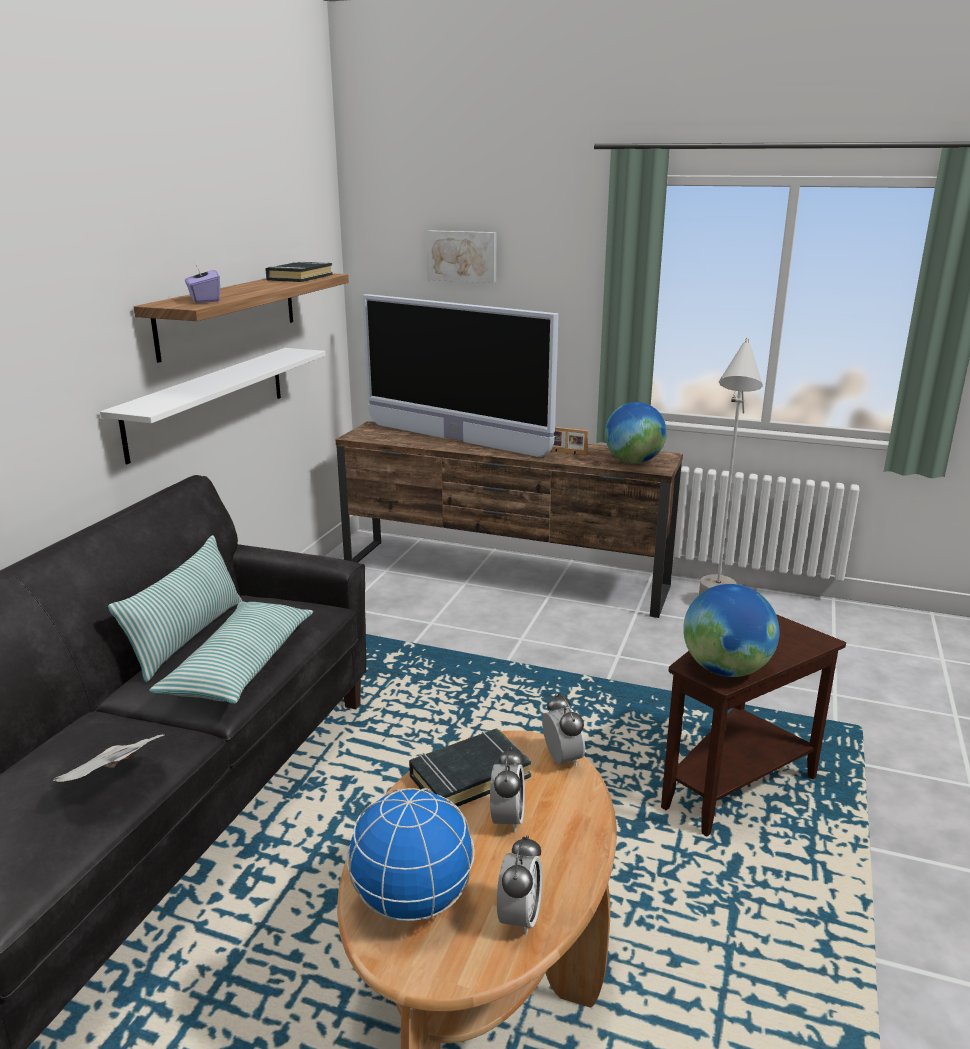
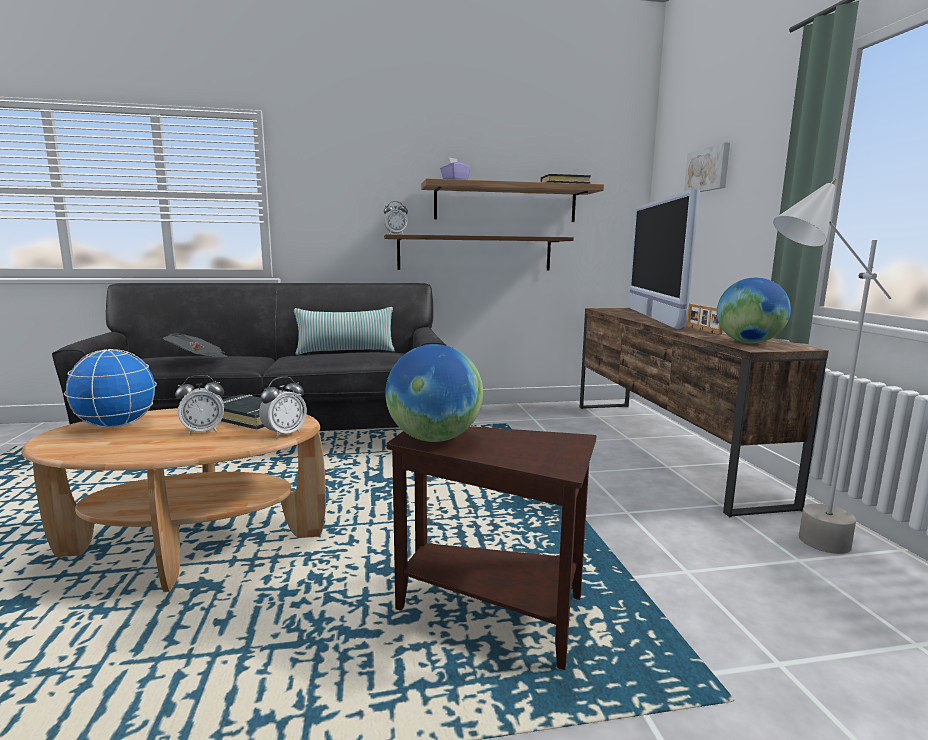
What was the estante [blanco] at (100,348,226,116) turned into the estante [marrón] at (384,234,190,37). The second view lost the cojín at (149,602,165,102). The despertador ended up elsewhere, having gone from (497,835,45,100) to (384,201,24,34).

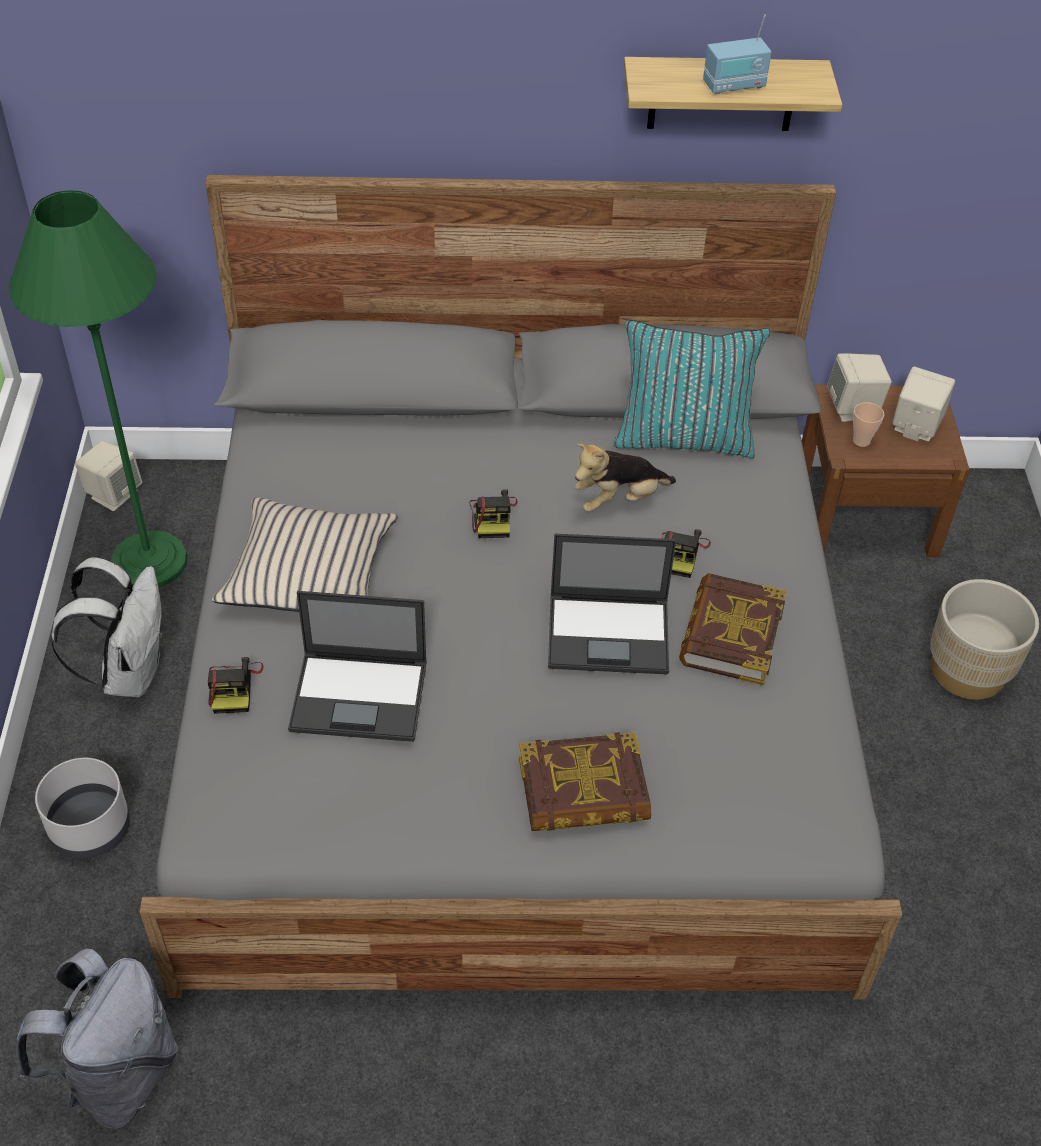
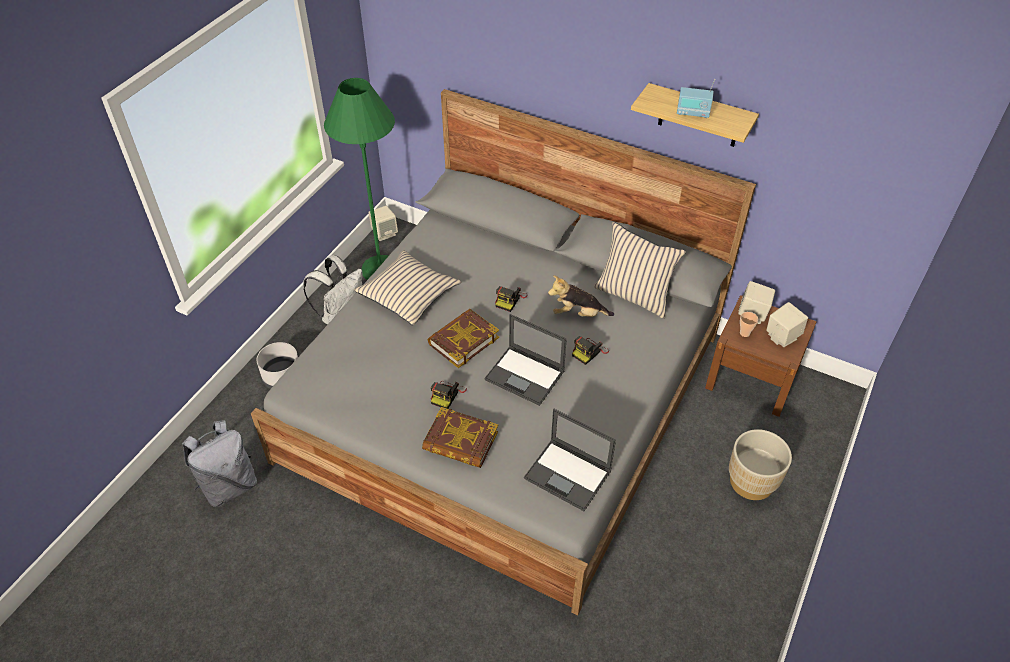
What was the cojín [turquesa] at (613,320,158,139) turned into the cojín [beis] at (594,222,92,97). The libro ended up elsewhere, having gone from (679,573,107,112) to (427,309,72,59). The portátil ended up elsewhere, having gone from (288,591,139,151) to (524,409,92,102). The cámara ended up elsewhere, having gone from (208,657,56,57) to (431,381,36,28).

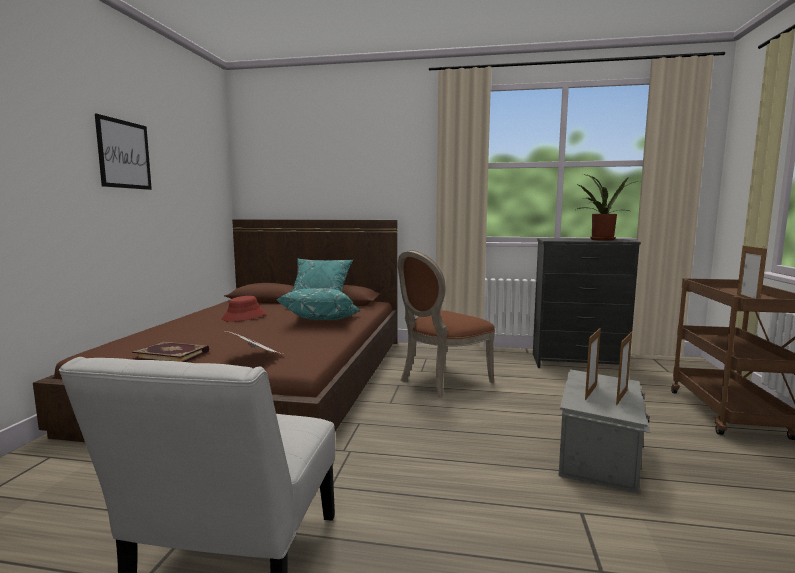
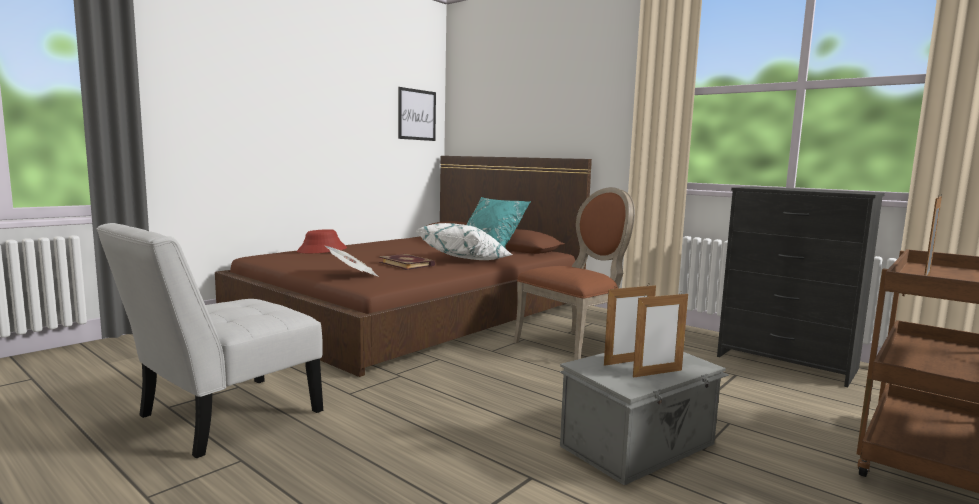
The cuadro ended up elsewhere, having gone from (95,114,57,76) to (398,87,38,54). The second view lost the planta en maceta at (576,174,63,67). The silla [marrón] at (398,250,97,147) ended up facing another way, 150 degrees clockwise from before. What was the cojín [turquesa] at (277,288,84,32) turned into the cojín [blanco] at (416,223,96,37). The sombrero [rojo] ended up elsewhere, having gone from (222,296,44,26) to (297,229,50,24). The libro ended up elsewhere, having gone from (132,342,77,20) to (379,254,56,16).

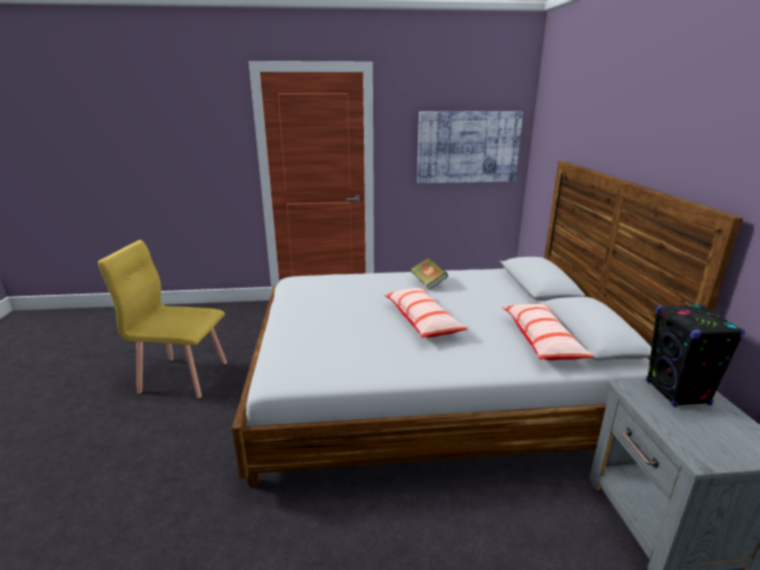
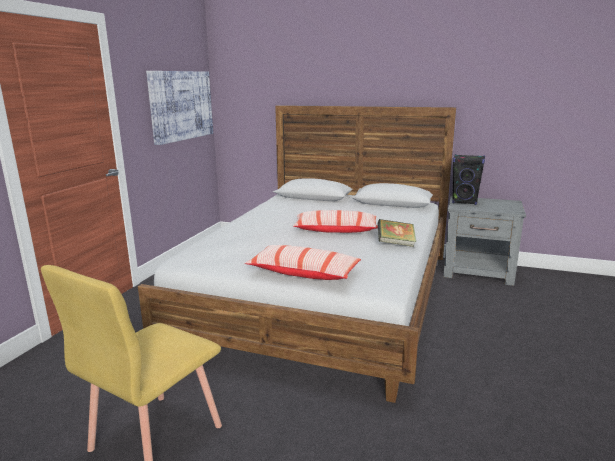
The libro ended up elsewhere, having gone from (410,257,38,33) to (378,219,38,28). The cojín ended up elsewhere, having gone from (503,304,91,56) to (245,245,116,35).

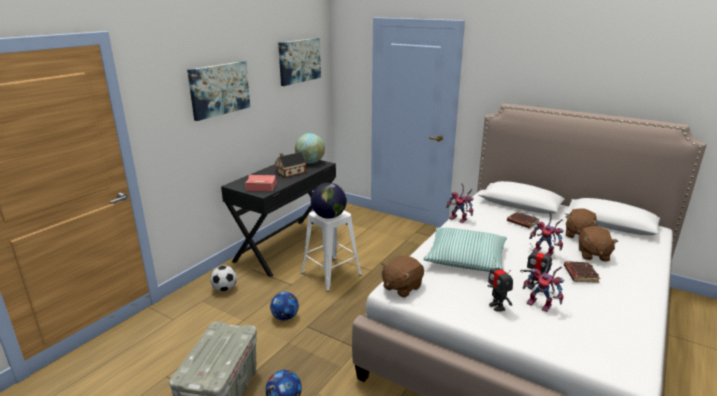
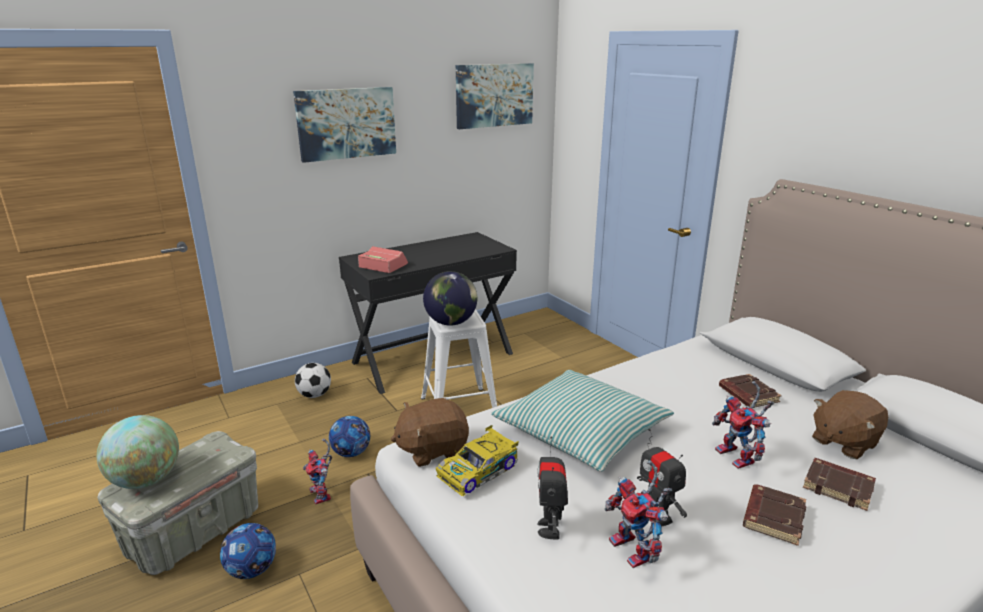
The globo terráqueo ended up elsewhere, having gone from (295,133,30,31) to (97,415,82,74). The second view lost the casita at (275,152,31,25). The robot de juguete ended up elsewhere, having gone from (446,183,28,40) to (303,439,29,66). Where the peluche [marrón] stood at (579,226,39,36), the libro [marrón] came to stand at (803,458,73,53). The second view gained the coche de juguete at (436,425,83,71).

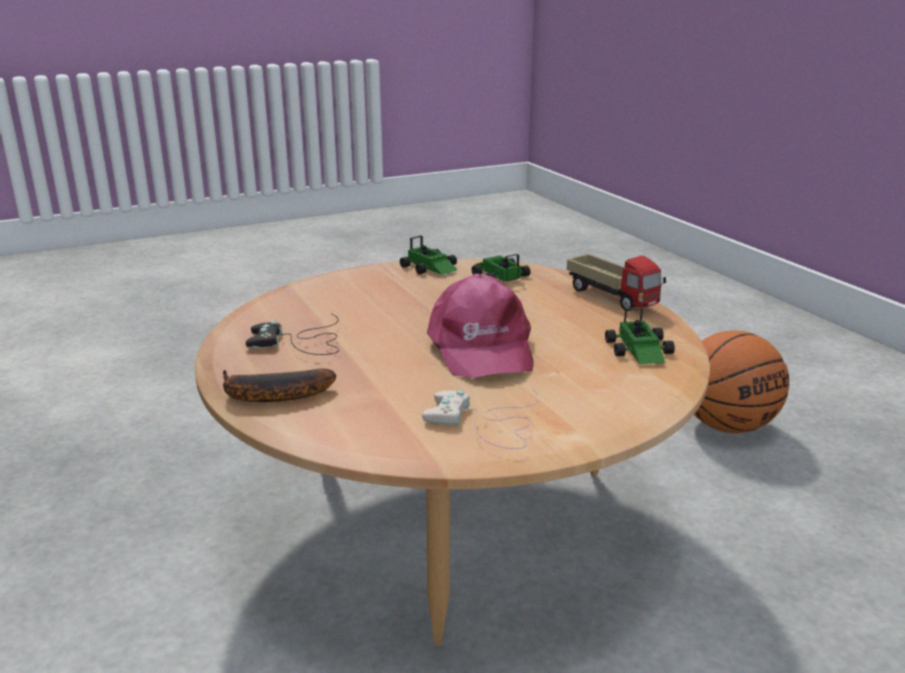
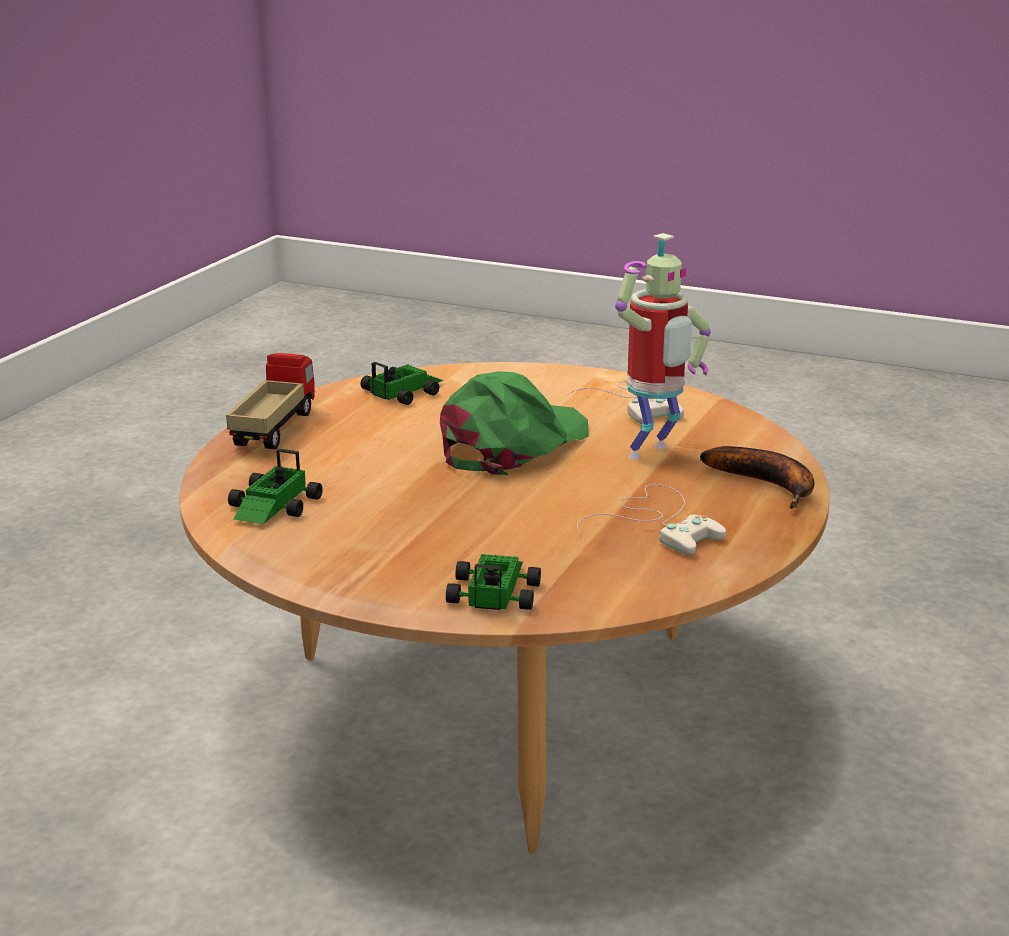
The coche de juguete ended up elsewhere, having gone from (400,235,57,40) to (446,554,95,56). What was the gorra [rosa] at (427,273,107,105) turned into the gorra [verde] at (440,371,149,104). What was the mando de consola [negro] at (246,314,93,41) turned into the mando de consola [blanco] at (577,484,150,71). The second view lost the balón de baloncesto at (694,330,95,103). The second view gained the robot de juguete at (615,233,96,227).

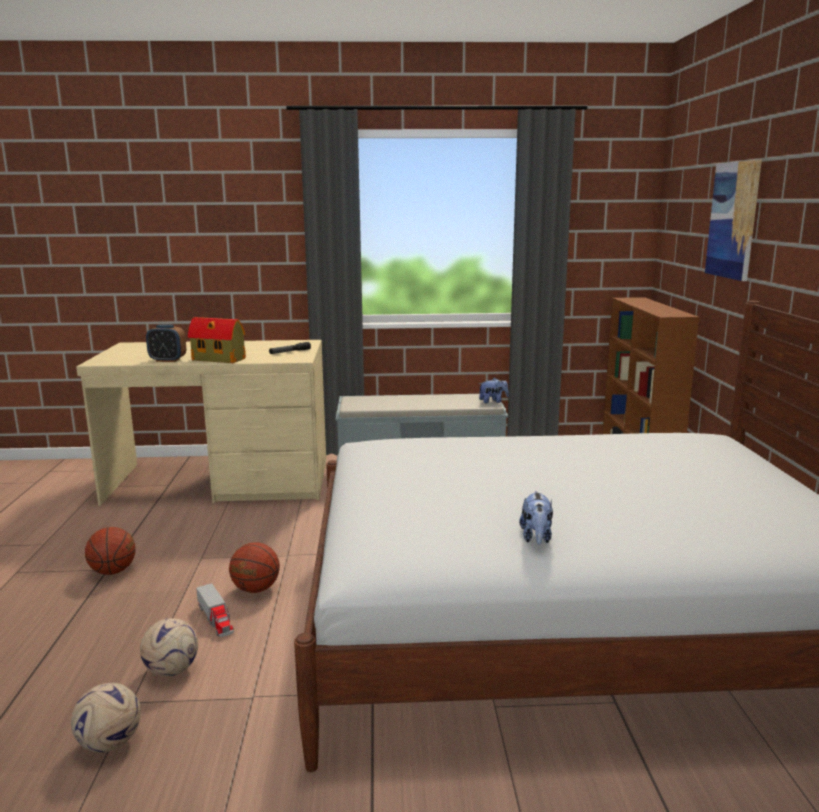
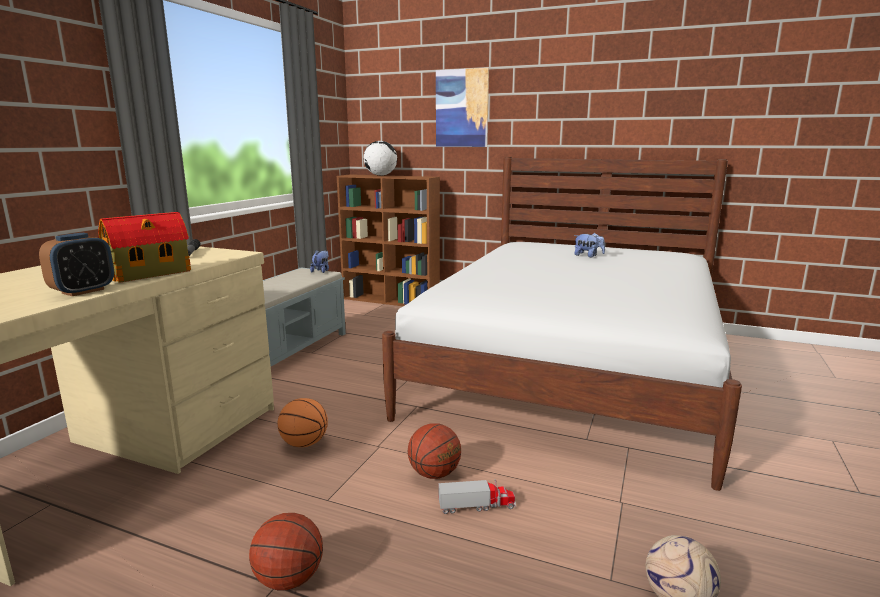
The peluche ended up elsewhere, having gone from (519,491,34,53) to (574,233,31,25). The second view lost the balón de fútbol at (140,618,58,59). The second view gained the globo terráqueo at (363,141,34,35). The second view gained the balón de baloncesto at (278,398,50,49).

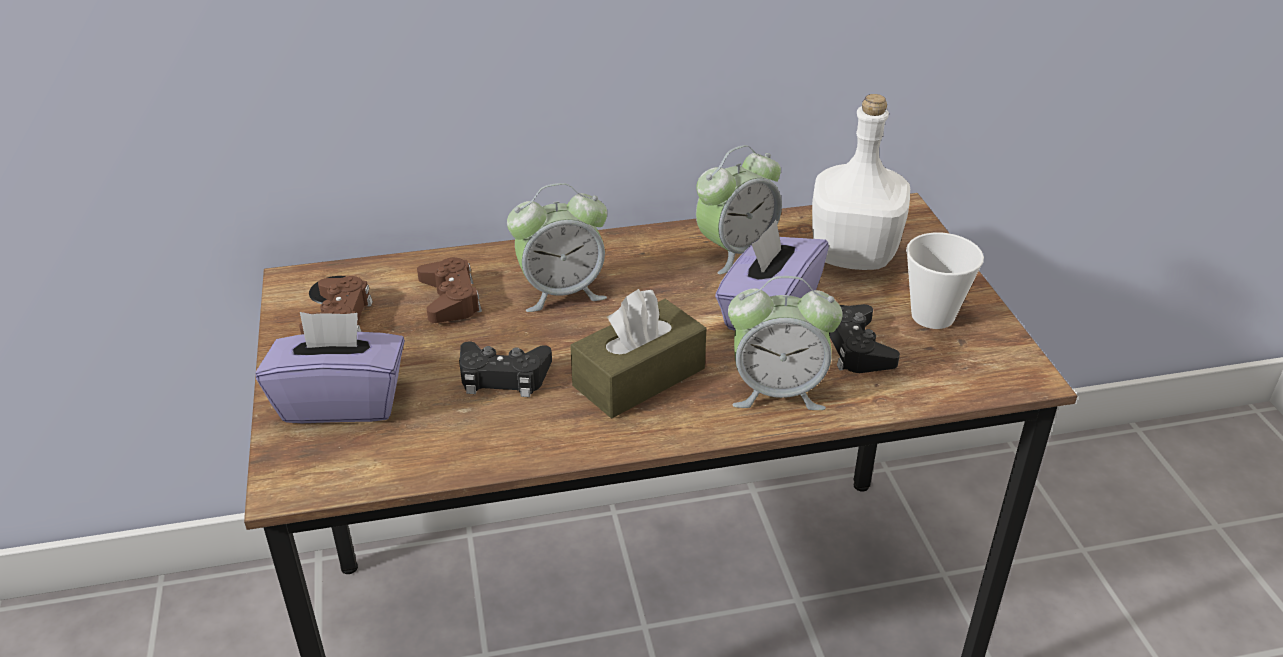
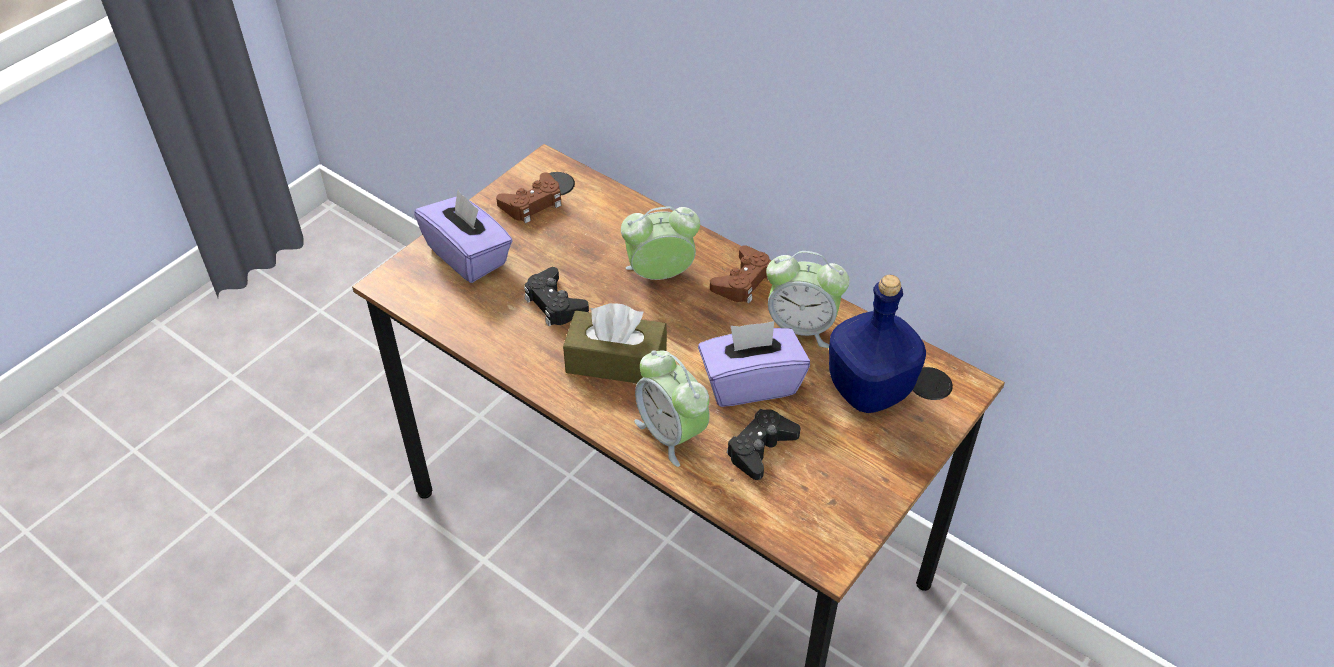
What was the botella [blanco] at (812,94,98,176) turned into the botella [azul] at (829,275,97,138). The despertador at (507,183,100,129) ended up facing another way, 135 degrees clockwise from before. The second view lost the taza at (906,232,78,97). The mando de consola [marrón] ended up elsewhere, having gone from (417,257,65,66) to (710,245,61,58).

